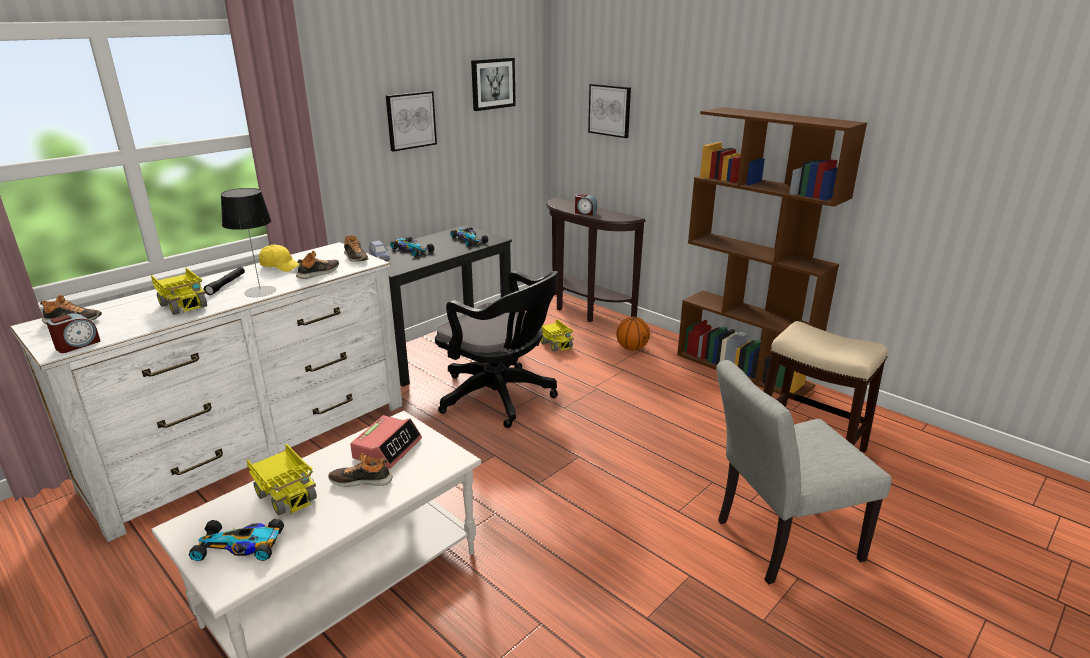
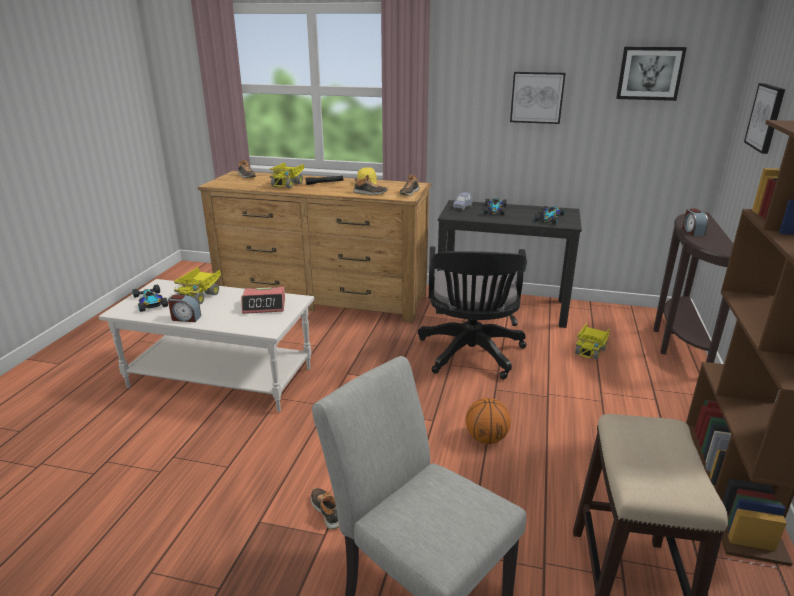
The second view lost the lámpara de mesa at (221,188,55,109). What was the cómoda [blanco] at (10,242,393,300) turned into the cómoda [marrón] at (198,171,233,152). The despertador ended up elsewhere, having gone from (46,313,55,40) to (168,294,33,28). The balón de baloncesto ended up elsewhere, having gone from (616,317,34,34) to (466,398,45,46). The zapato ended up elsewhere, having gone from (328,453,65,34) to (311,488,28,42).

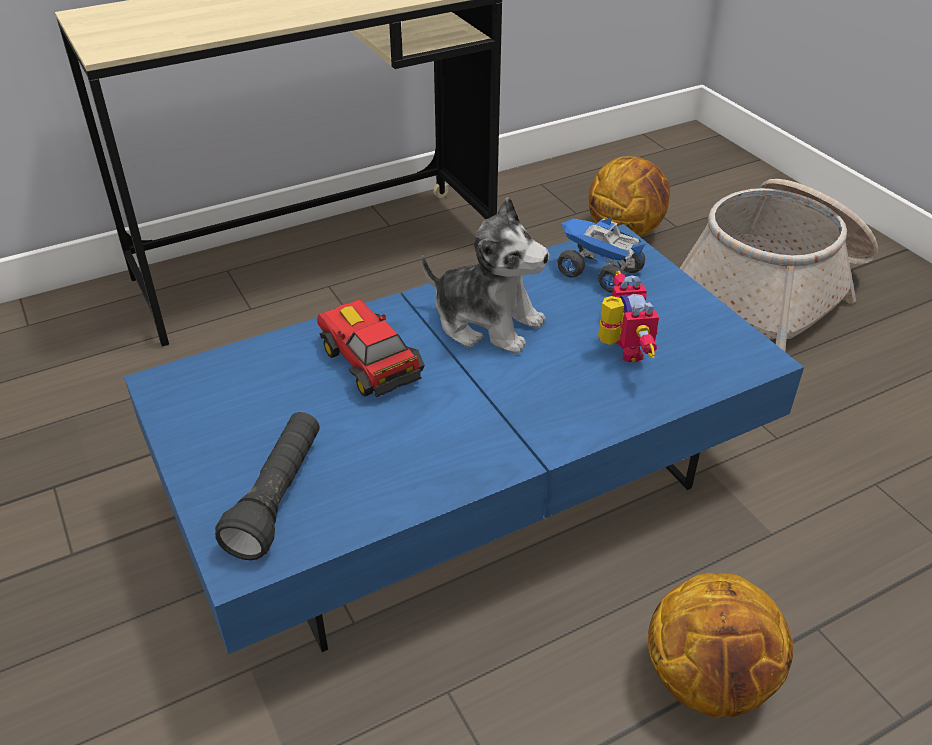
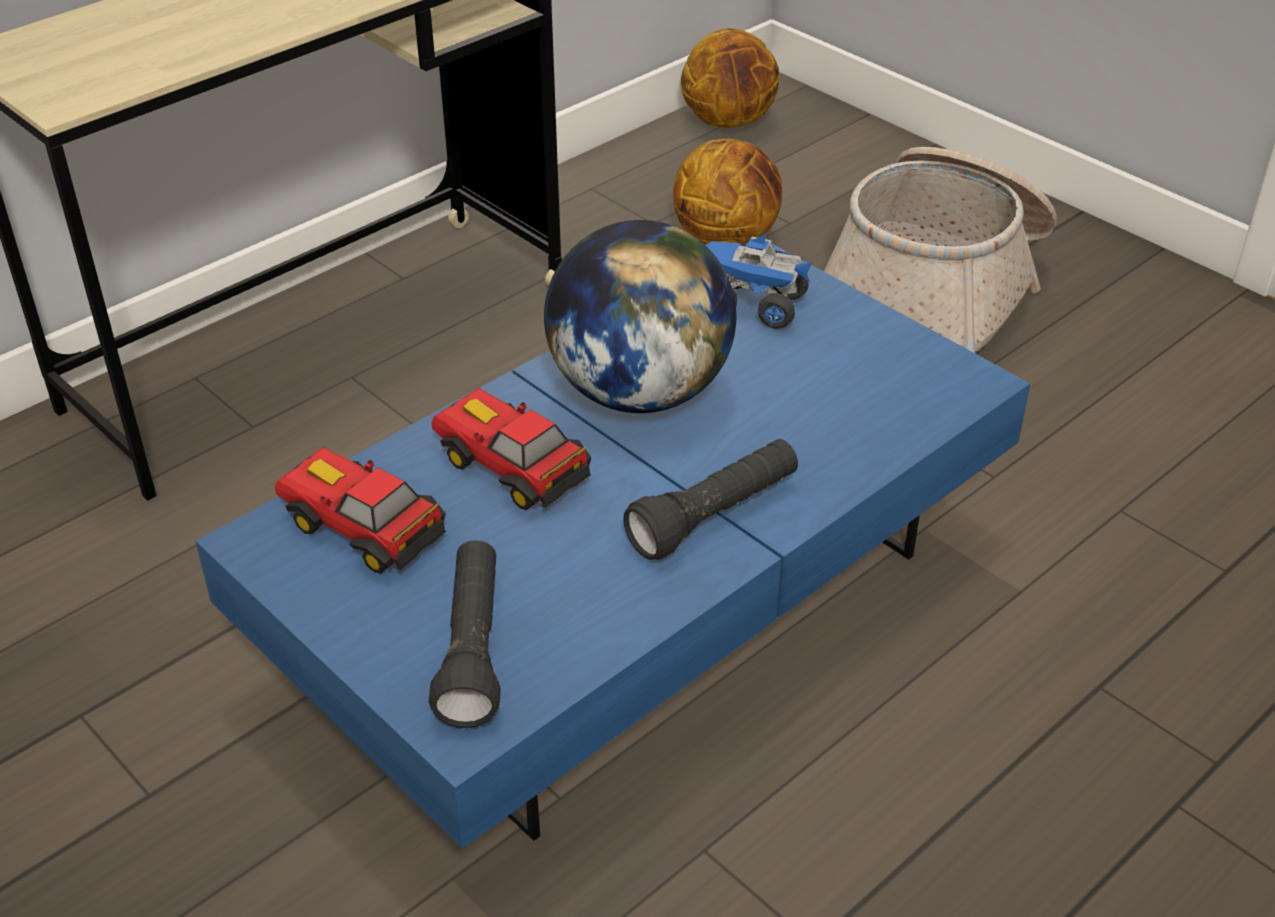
Where the peluche stood at (422,197,128,158), the globo terráqueo came to stand at (544,220,192,193). The second view lost the robot de juguete at (598,271,61,91). The balón de baloncesto ended up elsewhere, having gone from (648,573,145,145) to (681,28,98,100). The second view gained the linterna [negro] at (623,439,175,121). The second view gained the coche de juguete at (275,447,171,127).

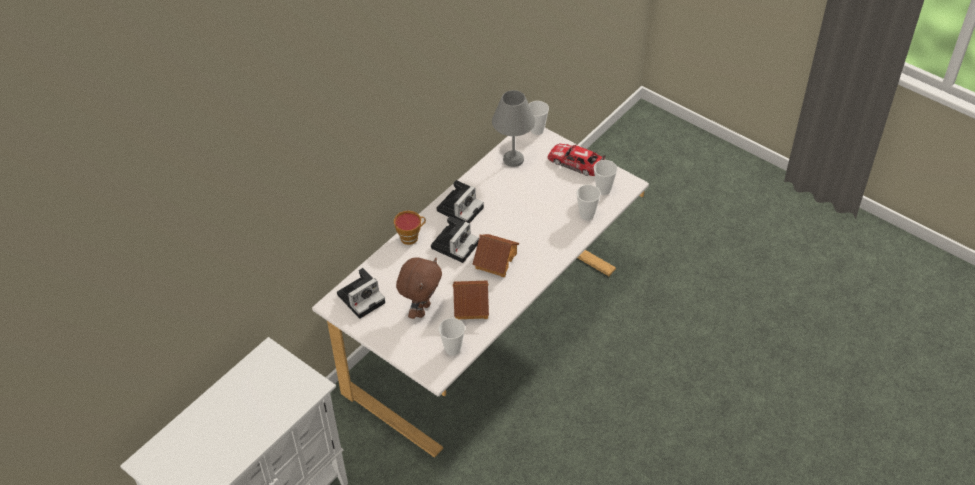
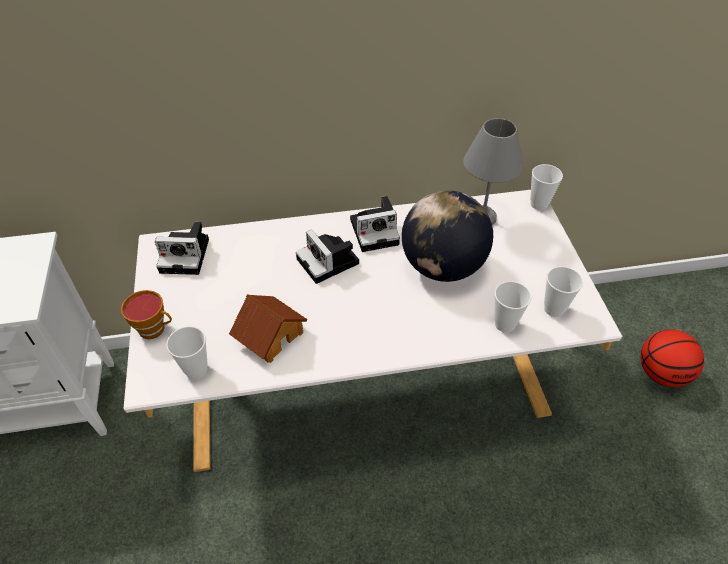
The second view lost the coche de juguete at (548,143,58,33). The taza ended up elsewhere, having gone from (394,211,32,34) to (121,290,51,49). The cámara at (431,216,48,47) ended up facing another way, 75 degrees clockwise from before. The second view lost the casita at (472,234,47,43). The second view lost the peluche [marrón] at (396,258,46,61). The second view gained the globo terráqueo at (402,191,91,91). The second view gained the balón de baloncesto at (640,330,64,57).

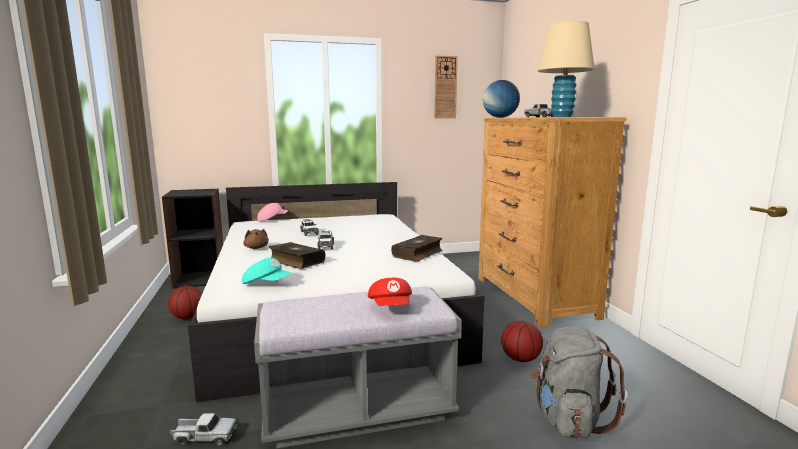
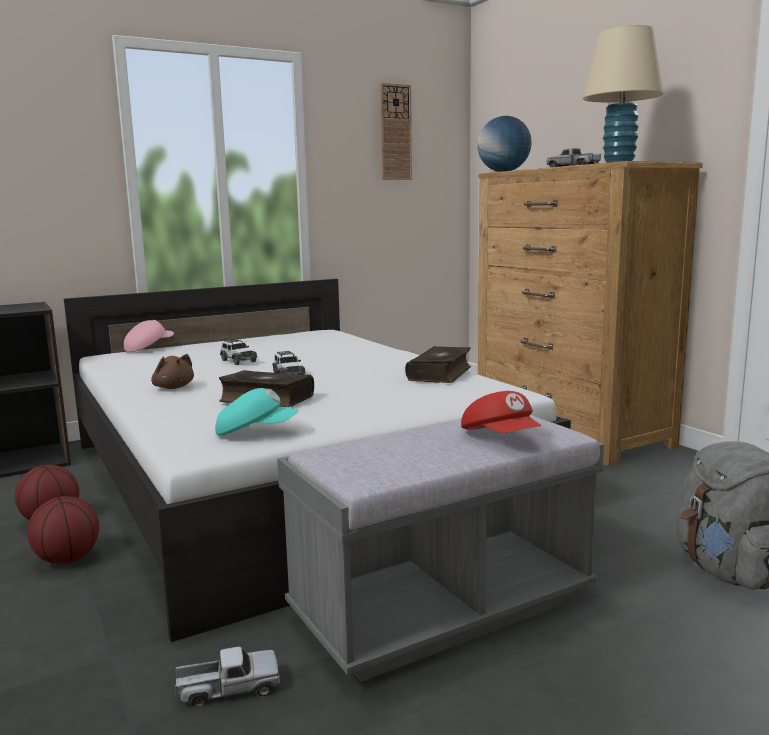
The balón de baloncesto ended up elsewhere, having gone from (501,320,42,42) to (27,496,72,68).

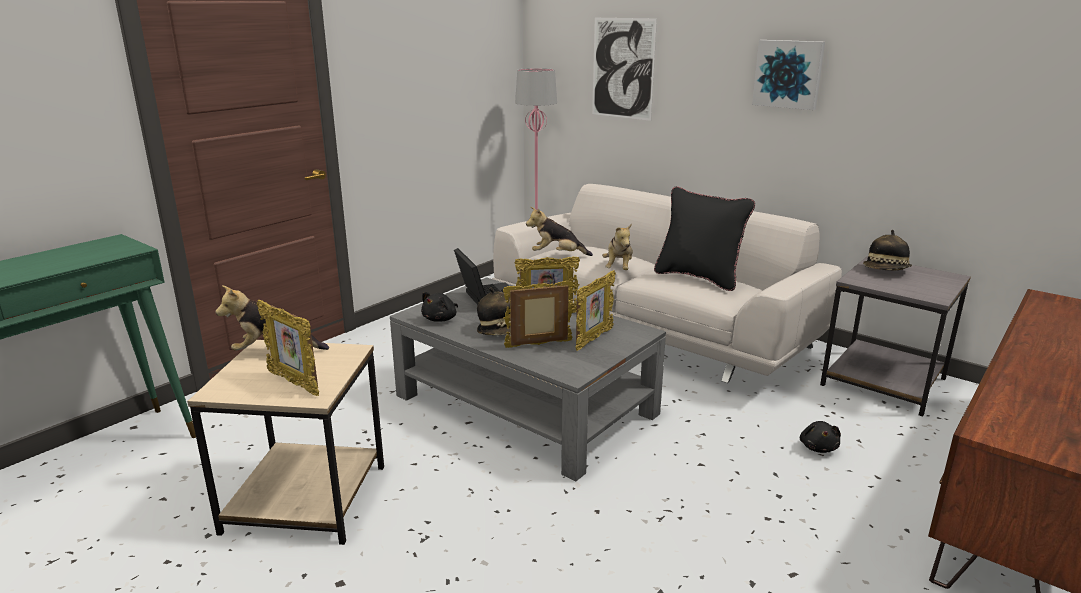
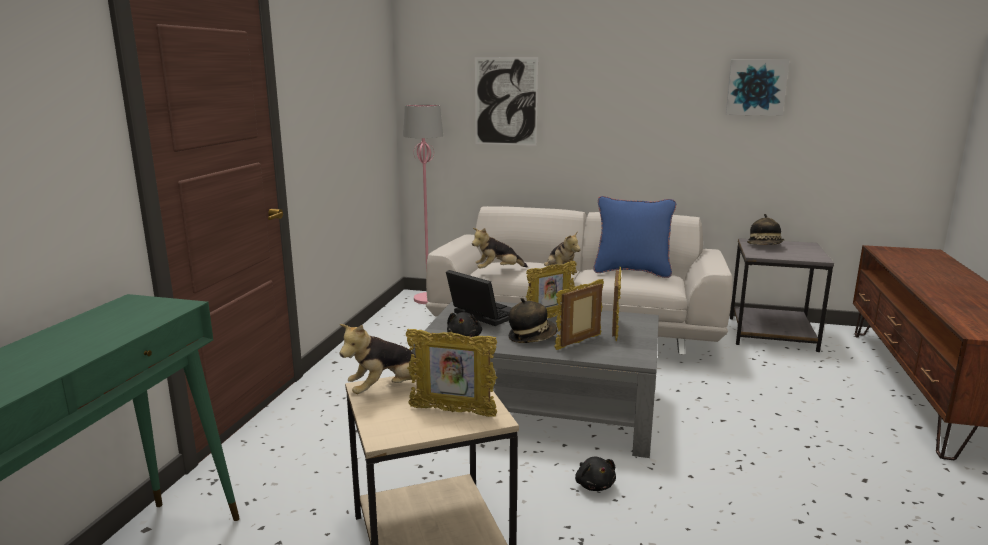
The cuadro ended up elsewhere, having gone from (752,40,73,70) to (726,59,64,57). What was the cojín [negro] at (654,186,101,105) turned into the cojín [azul] at (593,196,83,82). The peluche [negro] ended up elsewhere, having gone from (800,421,41,32) to (575,457,41,34).

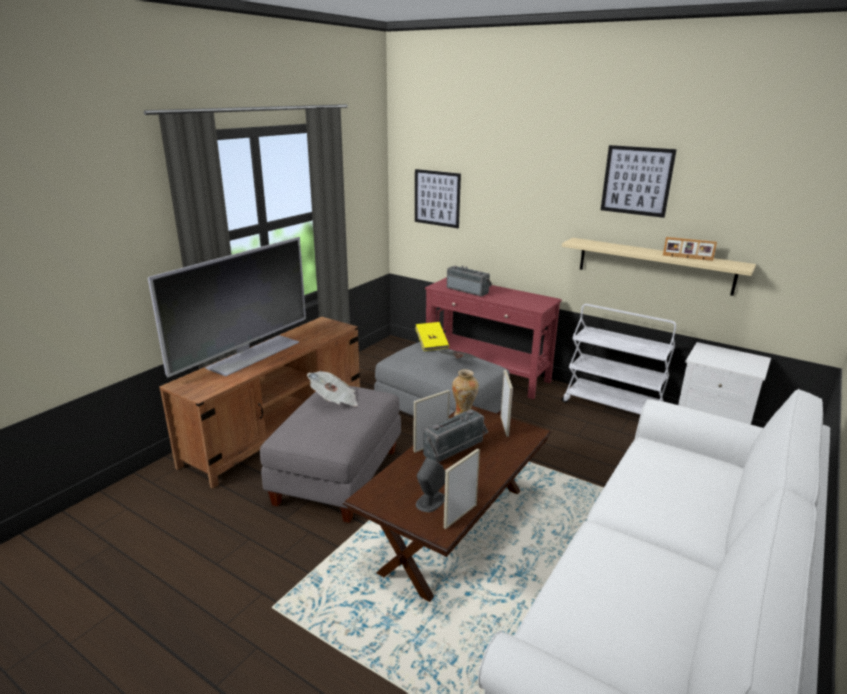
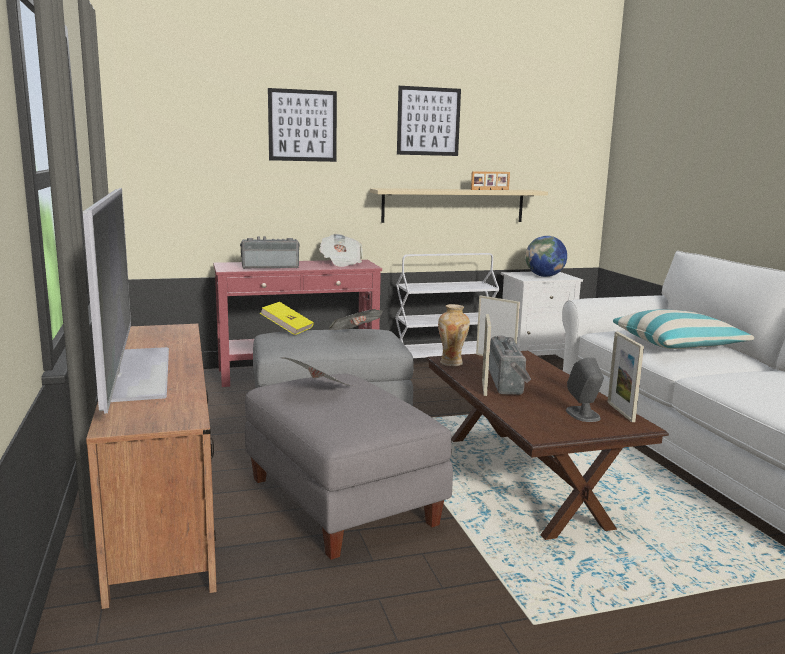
The cuadro ended up elsewhere, having gone from (415,169,46,59) to (268,88,69,74). The second view gained the periódico at (319,234,44,33). The second view gained the globo terráqueo at (525,236,42,41). The second view gained the cojín at (613,309,141,40).

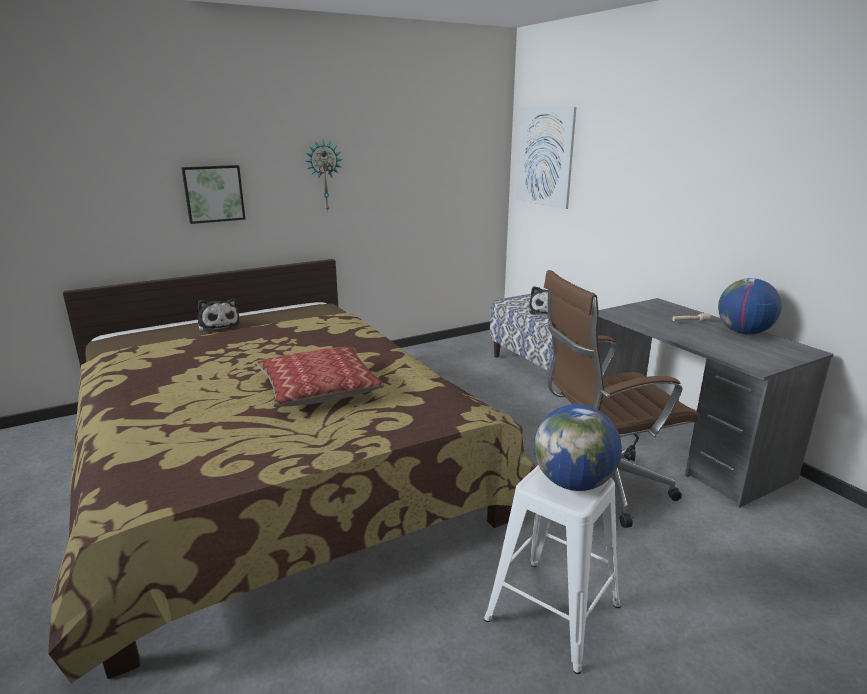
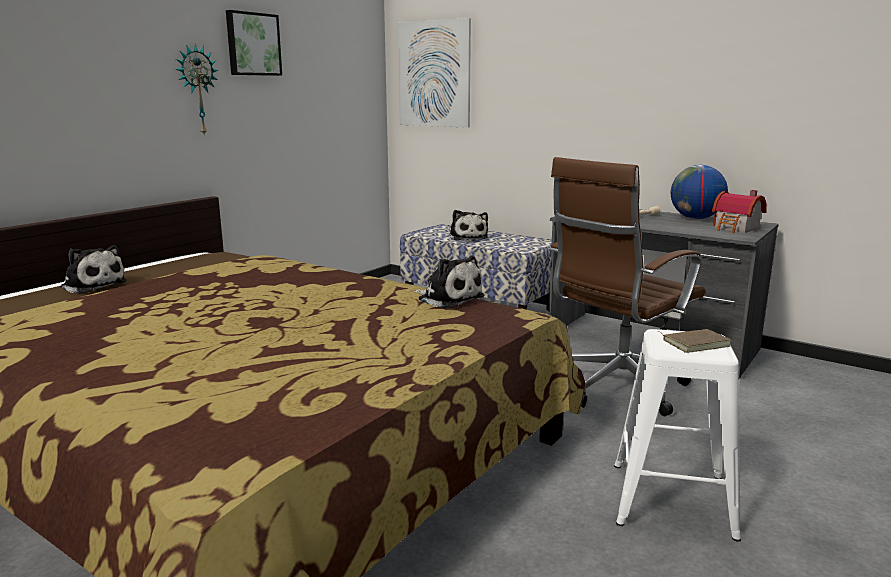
The cuadro ended up elsewhere, having gone from (181,165,64,59) to (226,10,56,66). The second view lost the cojín at (256,347,128,60). Where the globo terráqueo stood at (534,404,88,87), the libro [marrón] came to stand at (658,329,73,24). The second view gained the casita at (712,190,55,43). The second view gained the peluche at (413,255,71,53).

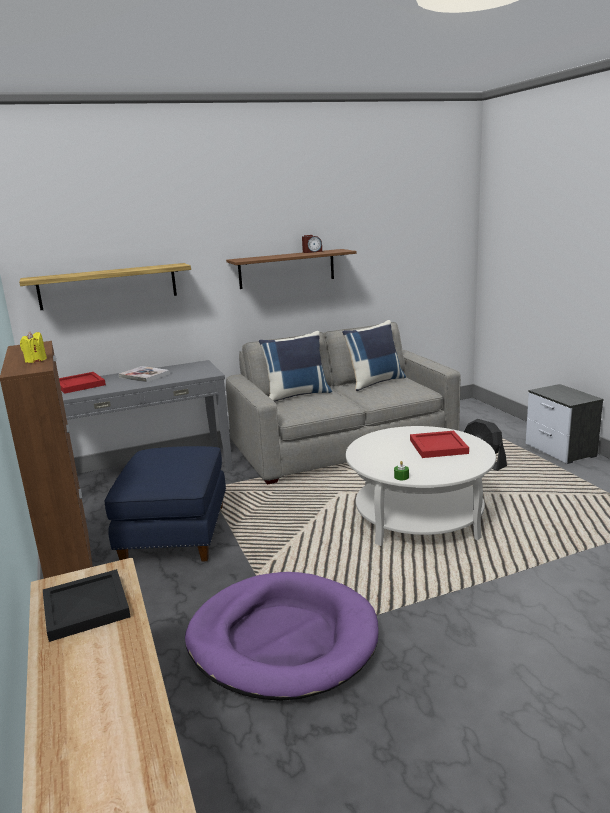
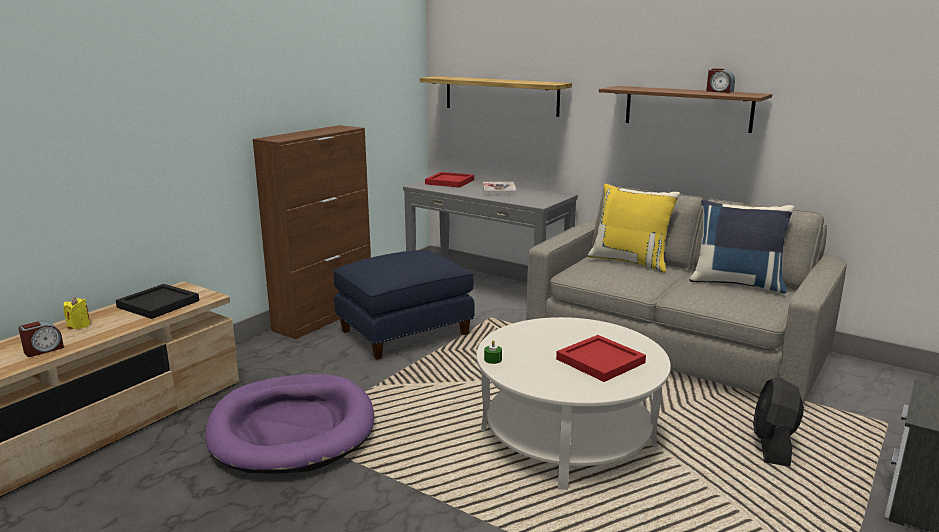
What was the cojín [azul] at (259,331,73,71) turned into the cojín [amarillo] at (587,184,93,89). The vela [amarillo] ended up elsewhere, having gone from (20,332,27,31) to (63,297,27,32). The second view gained the despertador at (18,321,46,36).

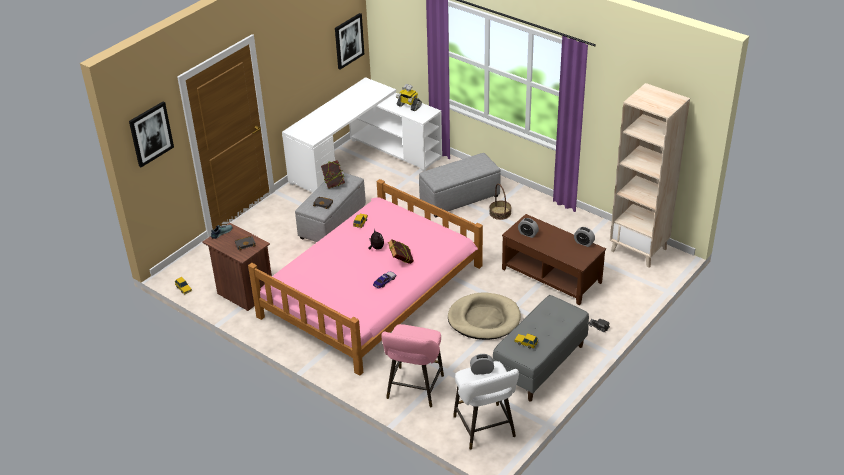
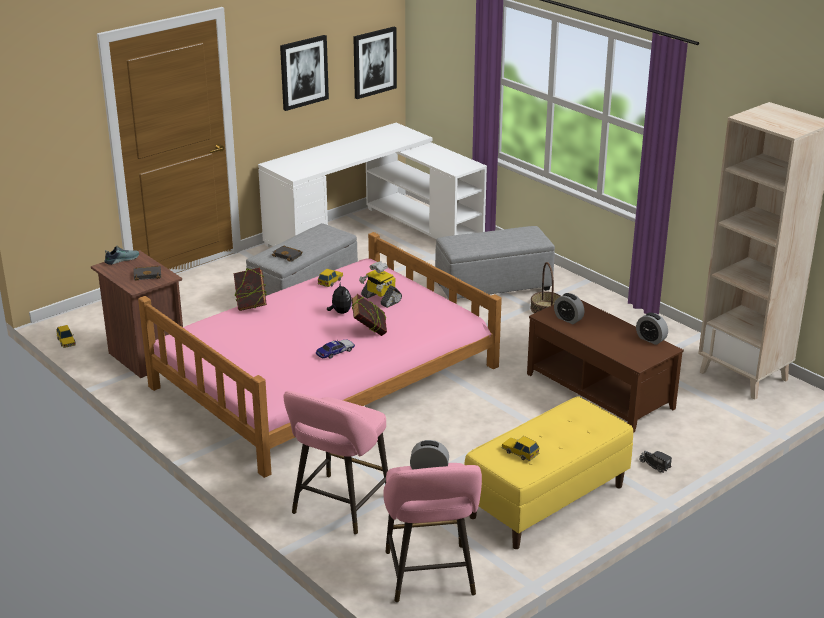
The robot de juguete ended up elsewhere, having gone from (396,84,26,27) to (359,261,43,47). The cuadro ended up elsewhere, having gone from (129,102,45,65) to (280,35,49,76). The libro ended up elsewhere, having gone from (321,160,24,29) to (234,268,33,43). The second view lost the cama para perro [beis] at (448,292,73,48). What was the banco [gris] at (493,295,96,106) turned into the banco [amarillo] at (464,396,169,153). What was the taburete [blanco] at (453,361,66,89) turned into the taburete [rosa] at (383,463,99,140).

